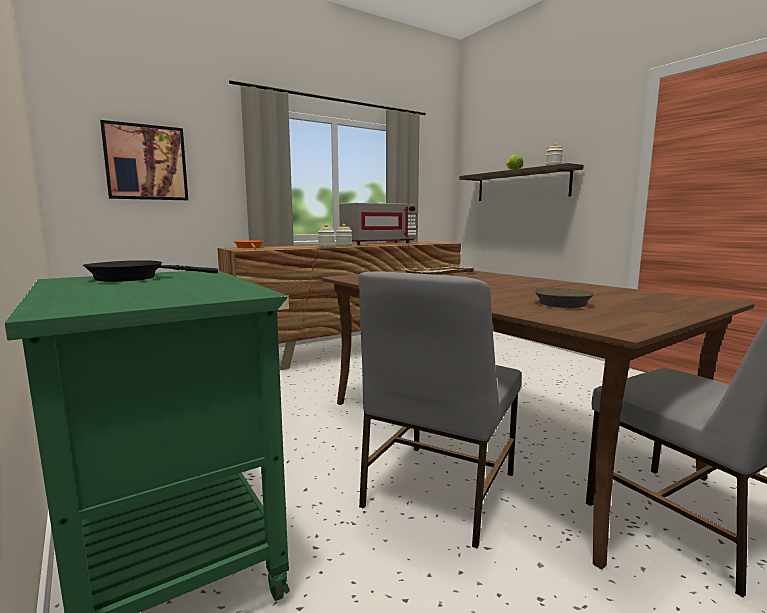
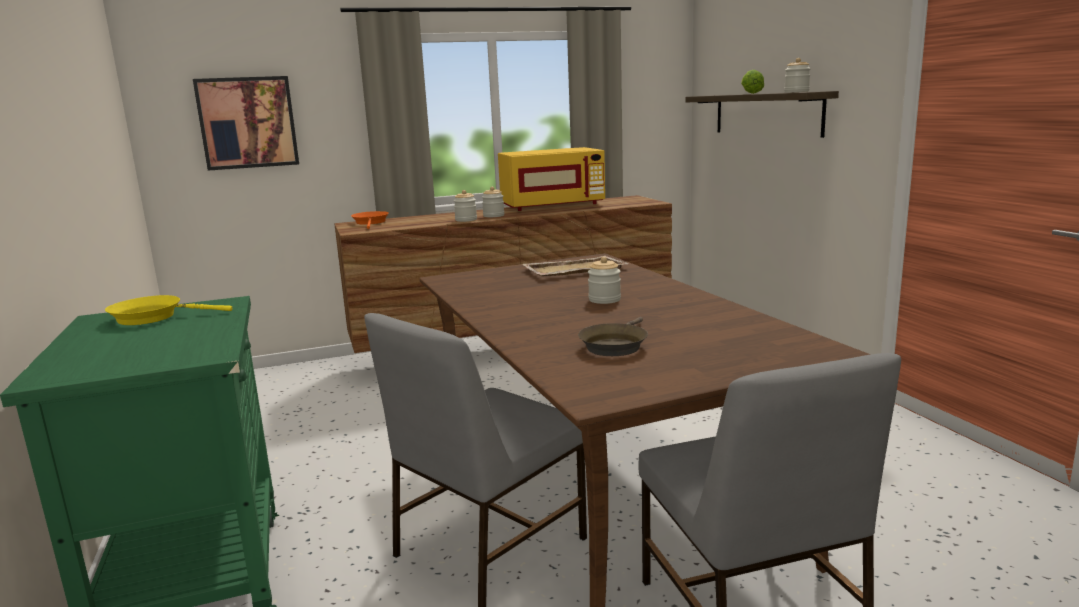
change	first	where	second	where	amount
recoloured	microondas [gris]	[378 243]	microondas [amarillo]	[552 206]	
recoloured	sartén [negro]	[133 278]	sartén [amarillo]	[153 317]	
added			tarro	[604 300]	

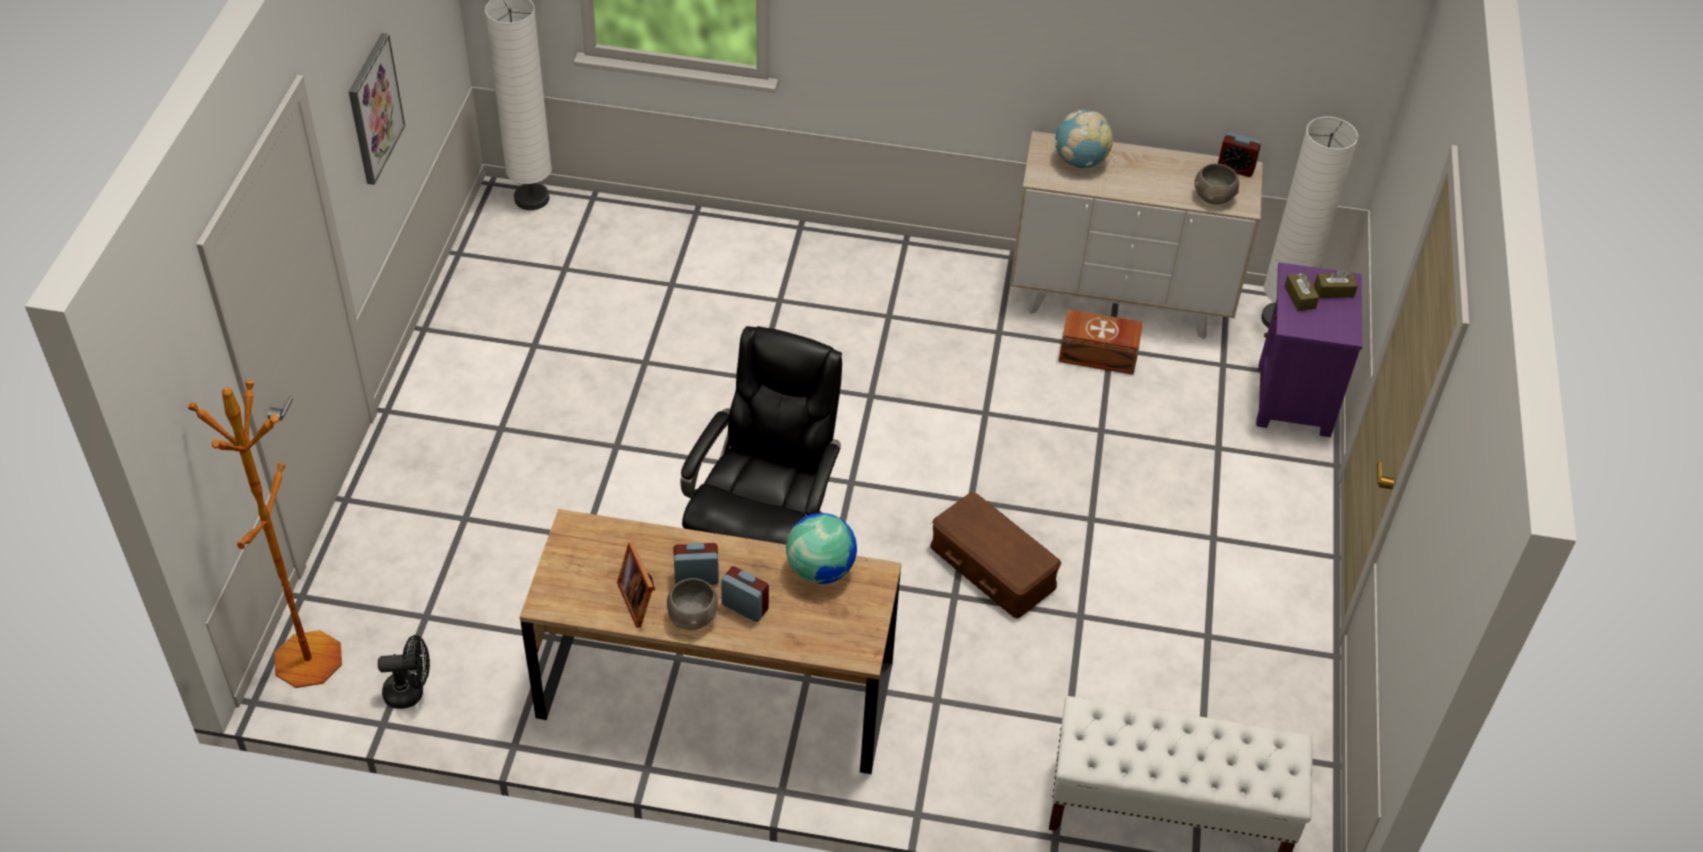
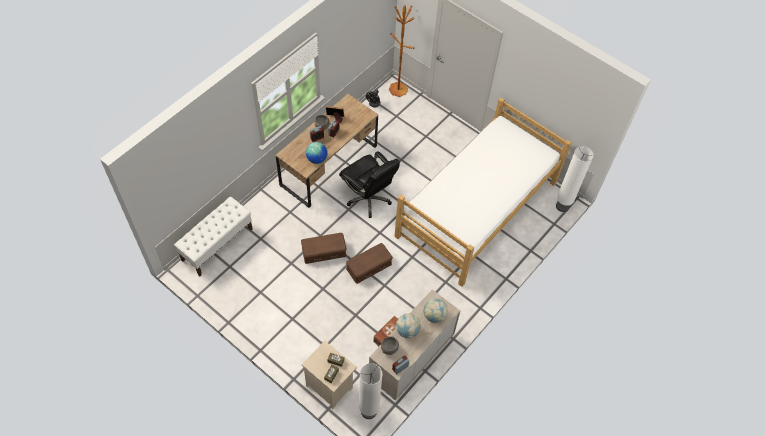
change	first	where	second	where	amount
removed	cuadro	[374 108]			
recoloured	mesita de noche [morado]	[1291 400]	mesita de noche [beis]	[329 386]	
added			cama	[477 209]	
added			caja de almacenaje [marrón]	[368 266]	
added			globo terráqueo	[407 331]	

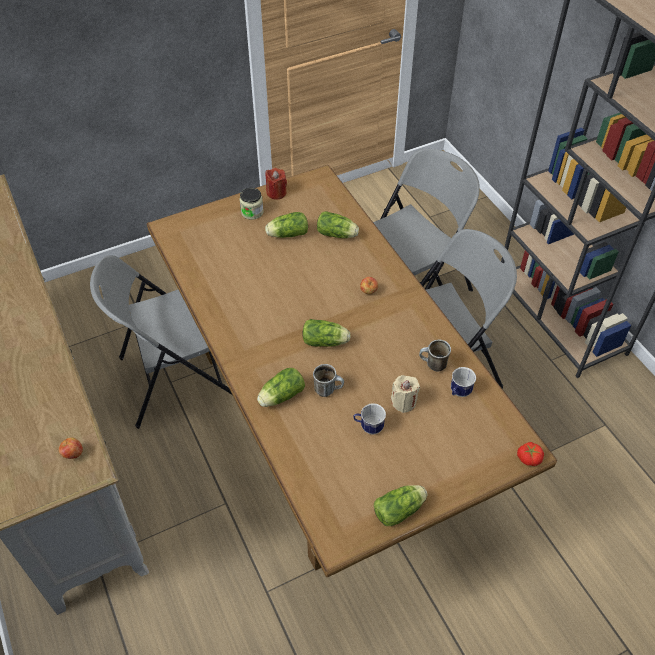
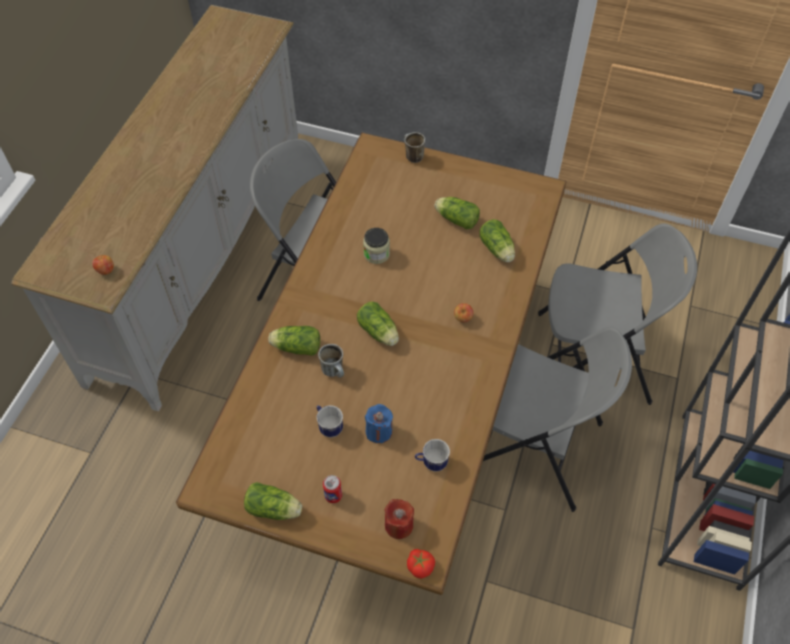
change	first	where	second	where	amount
moved	vela [rojo]	[276 193]		[399 525]	
moved	tarro	[252 212]		[376 254]	
moved	taza grande	[432 365]		[412 156]	
recoloured	vela [beis]	[404 402]	vela [azul]	[379 431]	
added			lata	[333 495]	

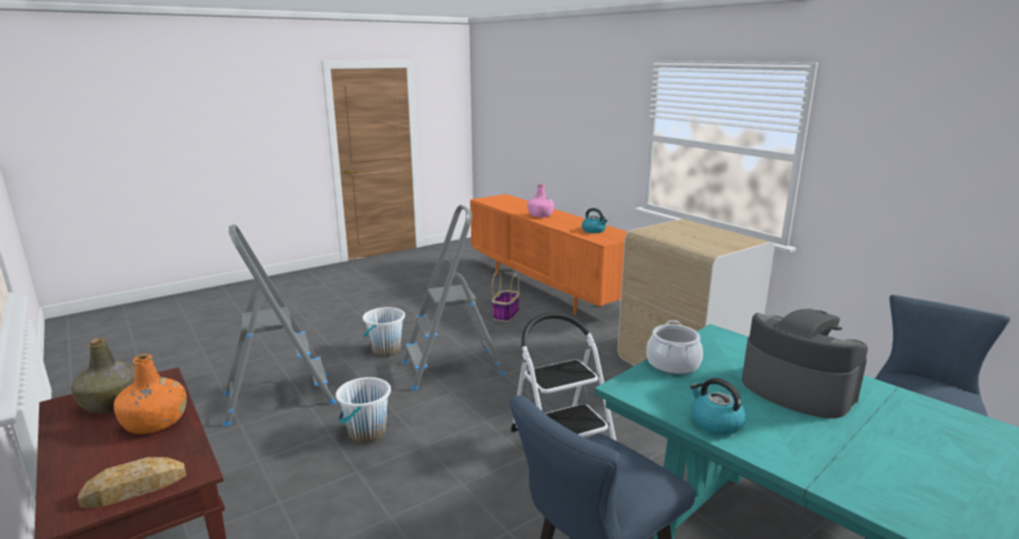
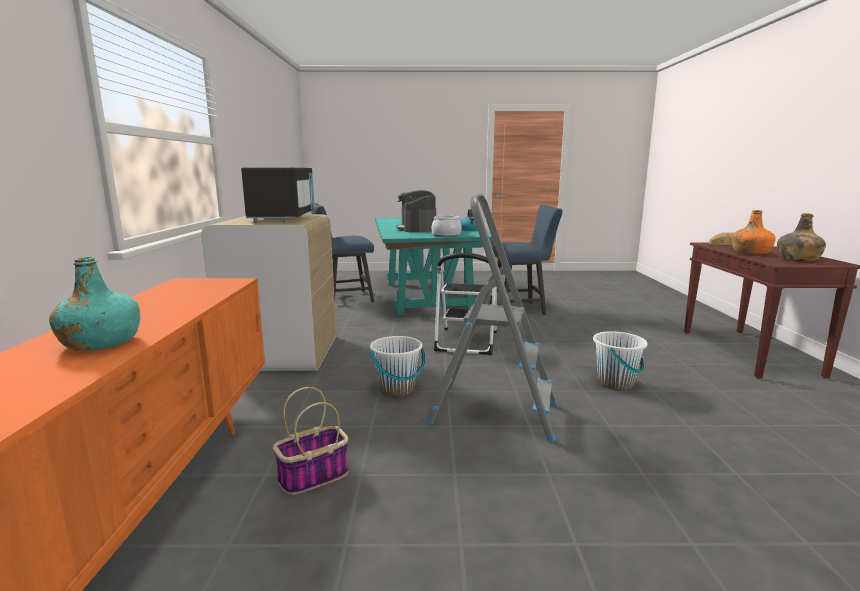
change	first	where	second	where	amount
recoloured	botella [rosa]	[540 215]	botella [turquesa]	[101 342]	
removed	hervidor	[594 230]			
removed	escalera de tijera [gris]	[281 398]			
moved	cubo [blanco]	[386 350]		[397 389]	
added			microondas [negro]	[283 218]	

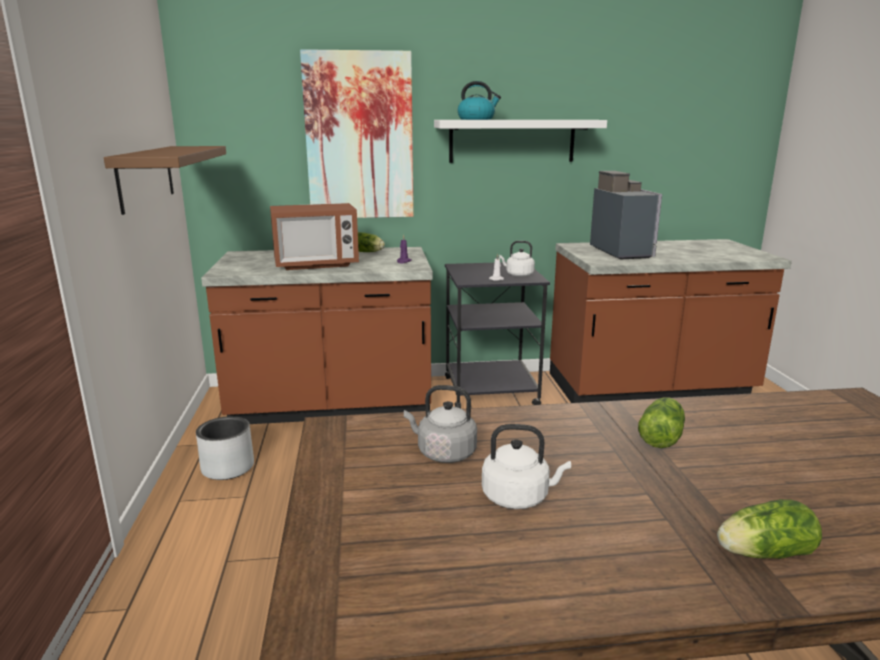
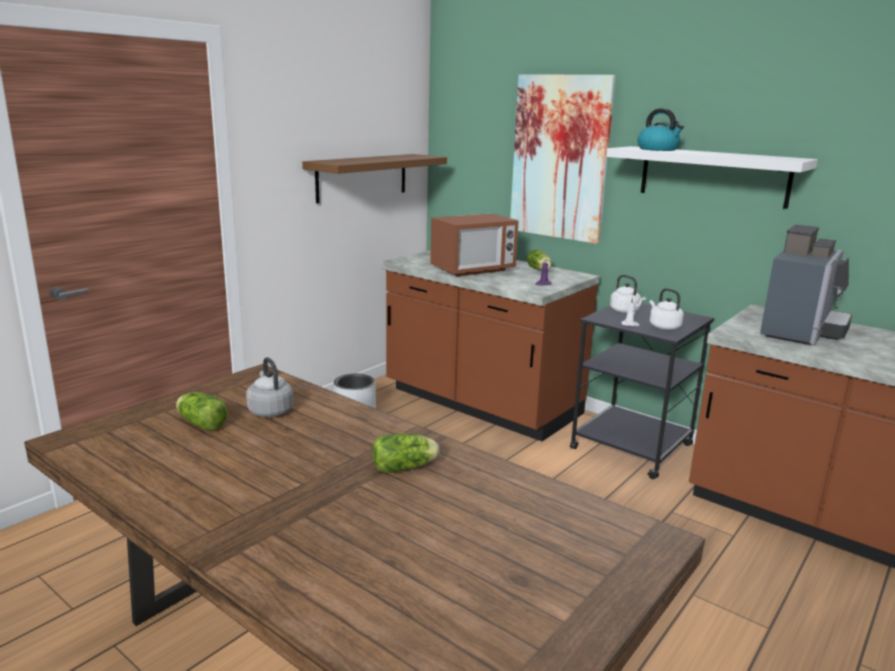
change	first	where	second	where	amount
turned	microondas	[316 264]		[473 270]	60 degrees counterclockwise
moved	hervidor [blanco]	[519 497]		[626 311]	
moved	lechuga	[761 553]		[201 423]	

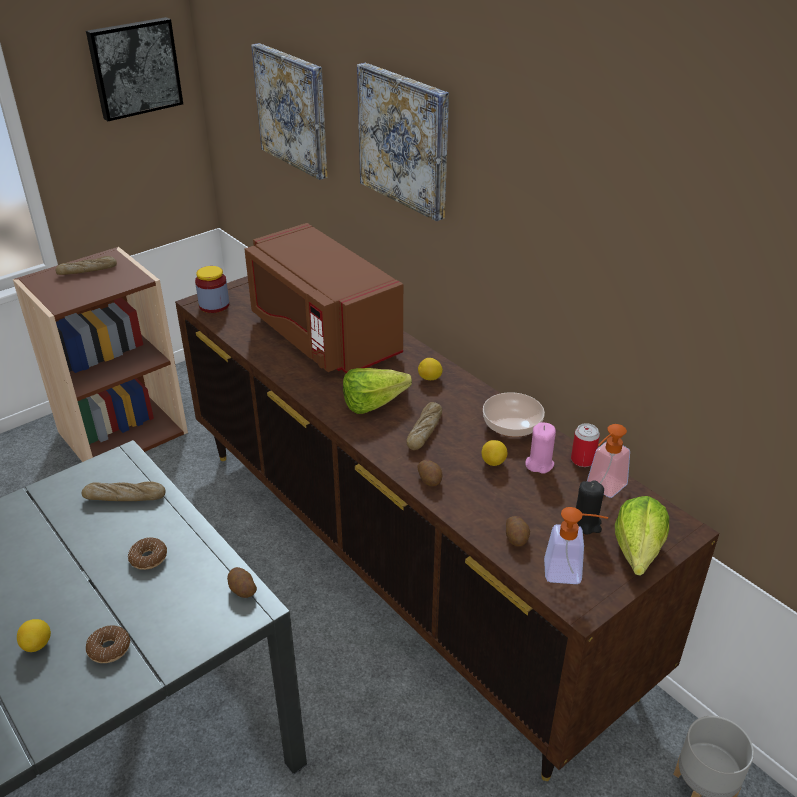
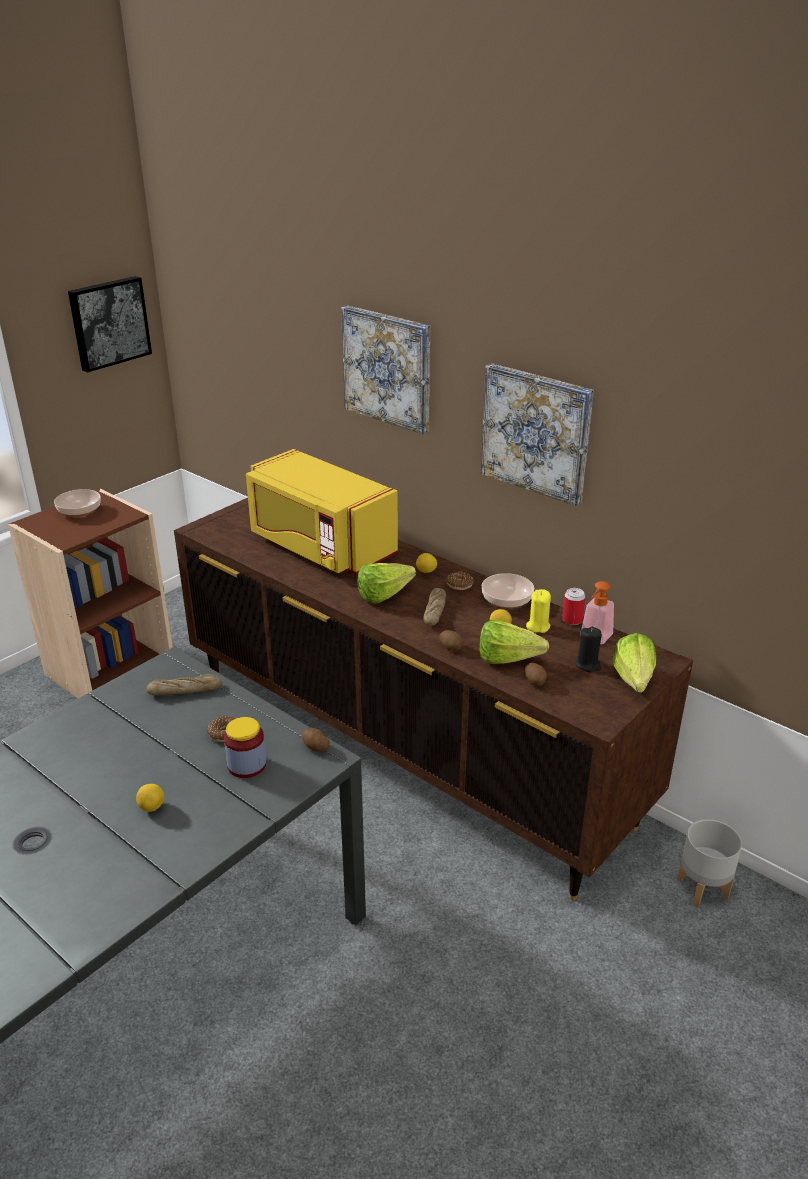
change	first	where	second	where	amount
moved	cuadro	[293 110]		[536 432]	
recoloured	microondas [marrón]	[322 335]	microondas [amarillo]	[320 546]	
replaced	pan	[87 271]	cuenco	[79 511]	
moved	tarro	[214 305]		[247 765]	
recoloured	vela [rosa]	[539 464]	vela [amarillo]	[537 626]	
removed	dispensador de jabón	[570 572]			
moved	rosquilla	[109 649]		[459 585]	
added			lechuga	[513 660]	

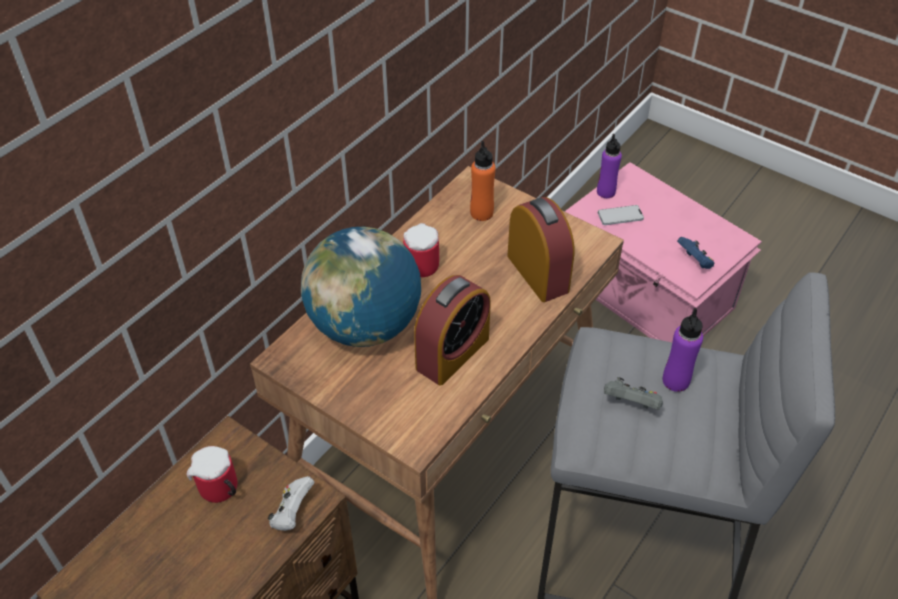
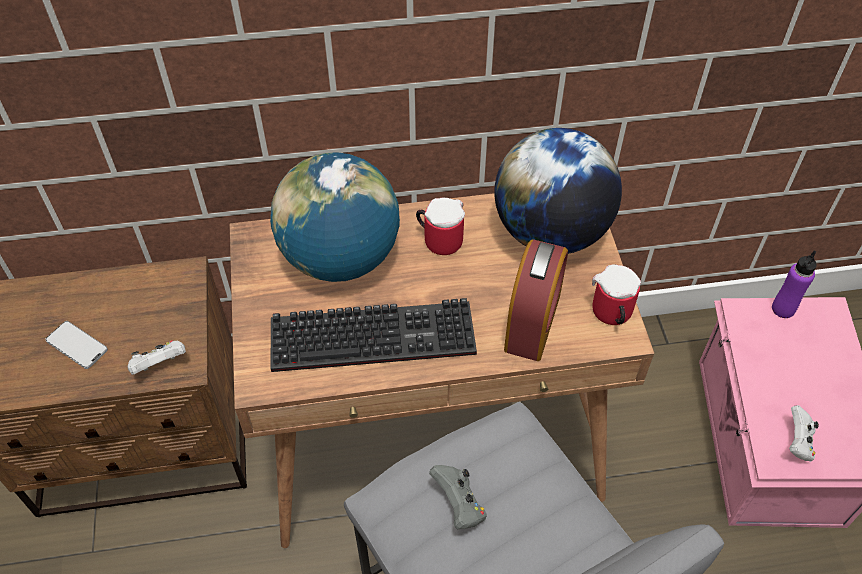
change	first	where	second	where	amount
replaced	botella [naranja]	[481 213]	globo terráqueo	[551 232]	
moved	móvil	[620 216]		[77 345]	
recoloured	mando de consola [azul]	[695 262]	mando de consola [blanco]	[798 442]	
replaced	despertador	[452 353]	teclado	[376 334]	
removed	botella [morado]	[675 381]			
moved	taza grande	[220 491]		[611 315]	

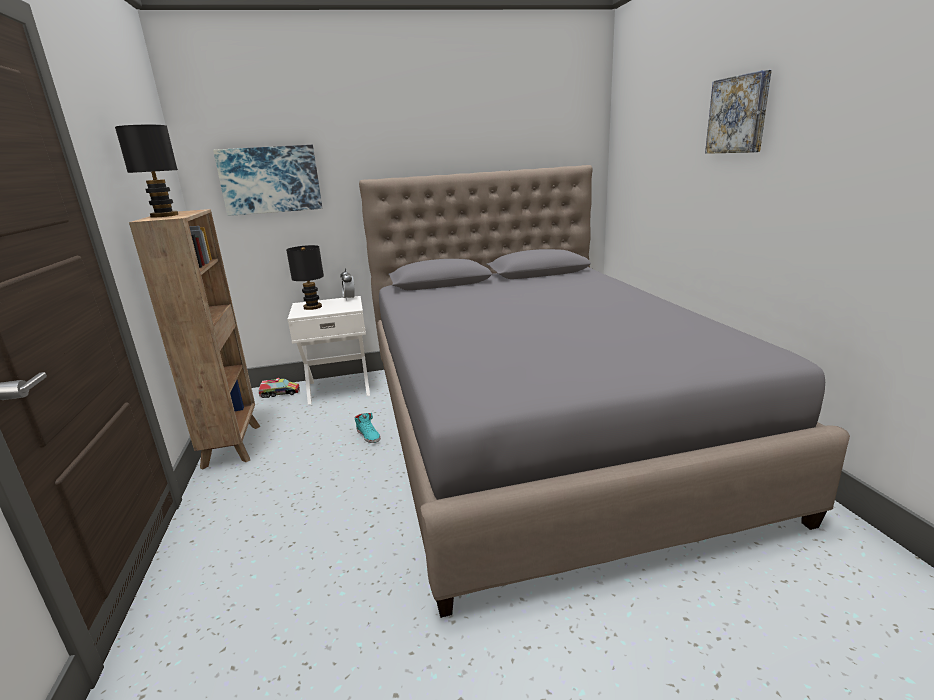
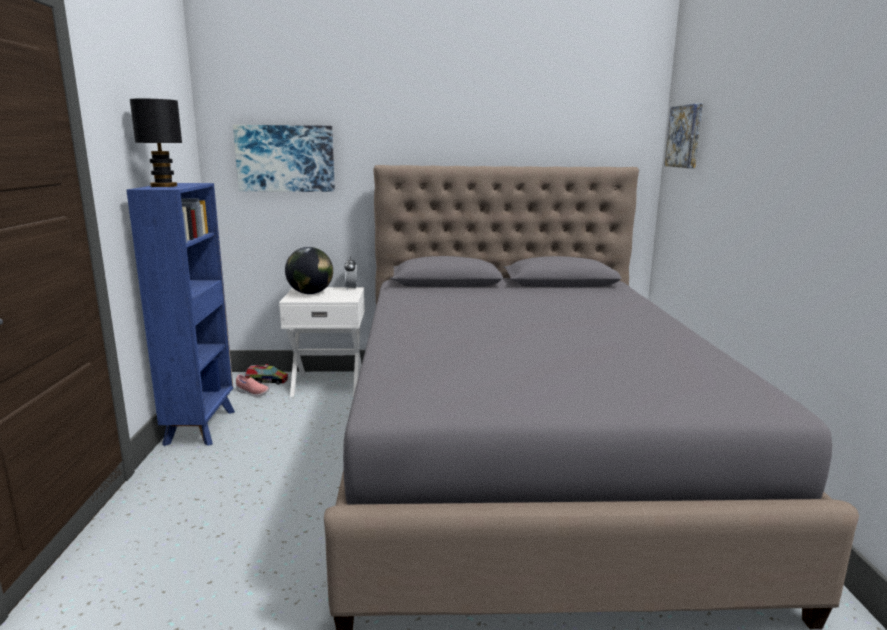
change	first	where	second	where	amount
moved	cuadro	[739 115]		[685 136]	
recoloured	estantería [marrón]	[233 445]	estantería [azul]	[201 426]	
replaced	lámpara de mesa [negro]	[313 307]	globo terráqueo	[310 293]	
removed	zapato [turquesa]	[368 435]			
added			zapato [rosa]	[252 393]	

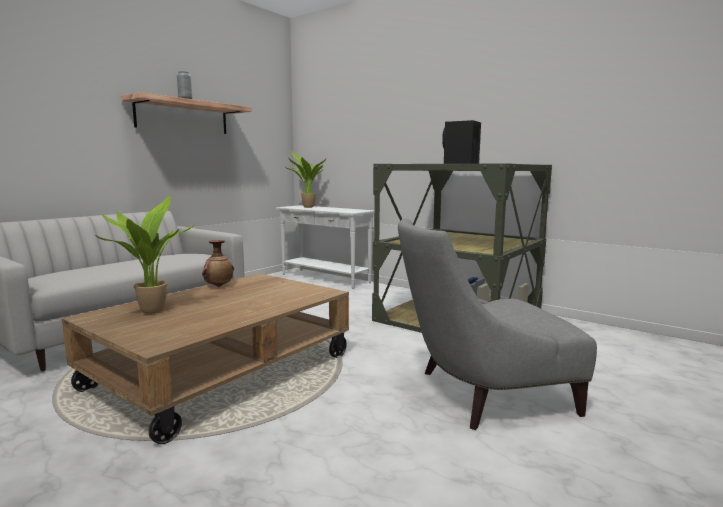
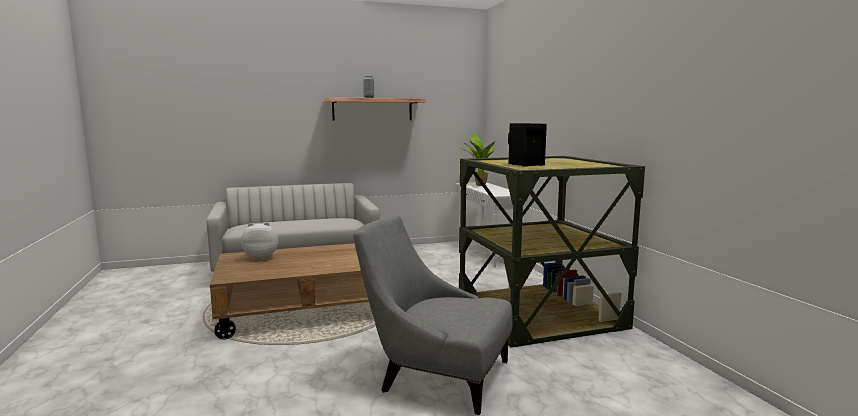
change	first	where	second	where	amount
replaced	planta en maceta	[150 311]	peluche	[261 257]	
removed	florero	[218 286]			

